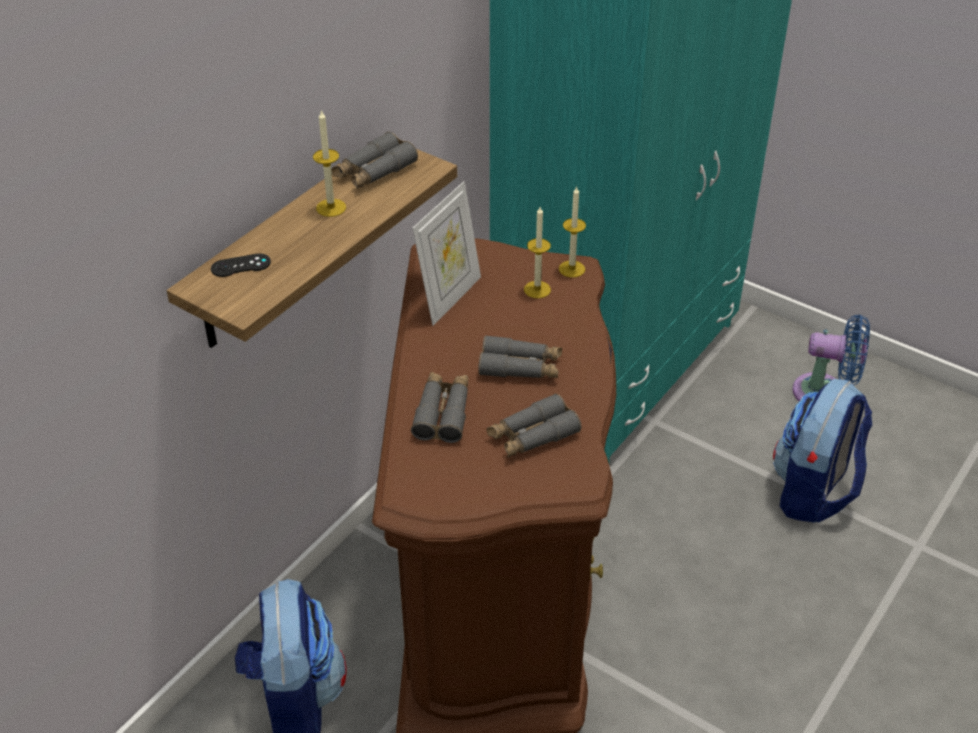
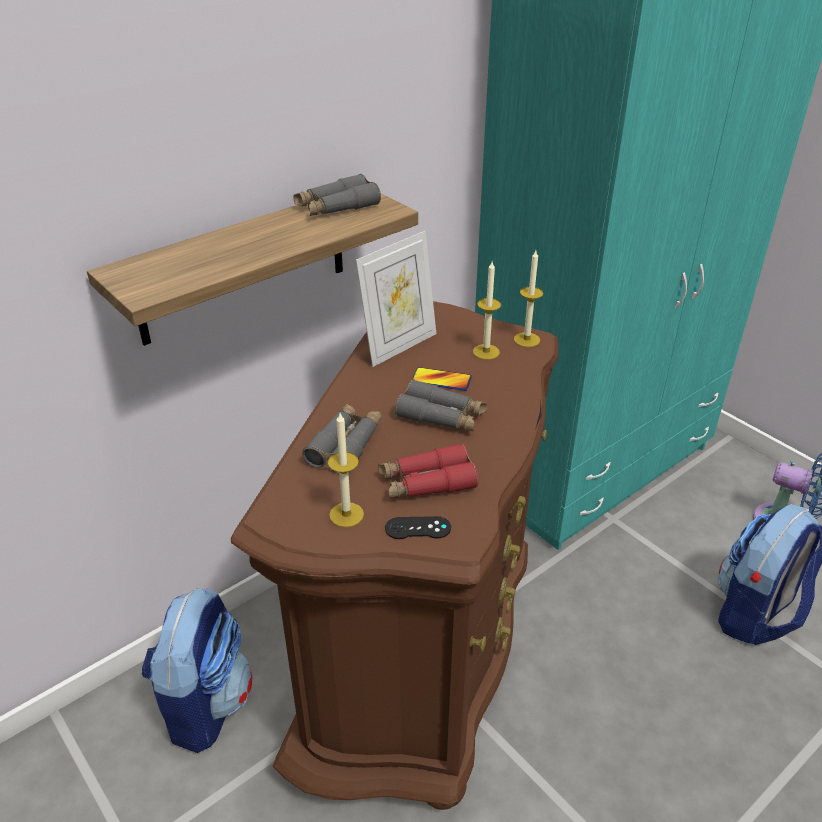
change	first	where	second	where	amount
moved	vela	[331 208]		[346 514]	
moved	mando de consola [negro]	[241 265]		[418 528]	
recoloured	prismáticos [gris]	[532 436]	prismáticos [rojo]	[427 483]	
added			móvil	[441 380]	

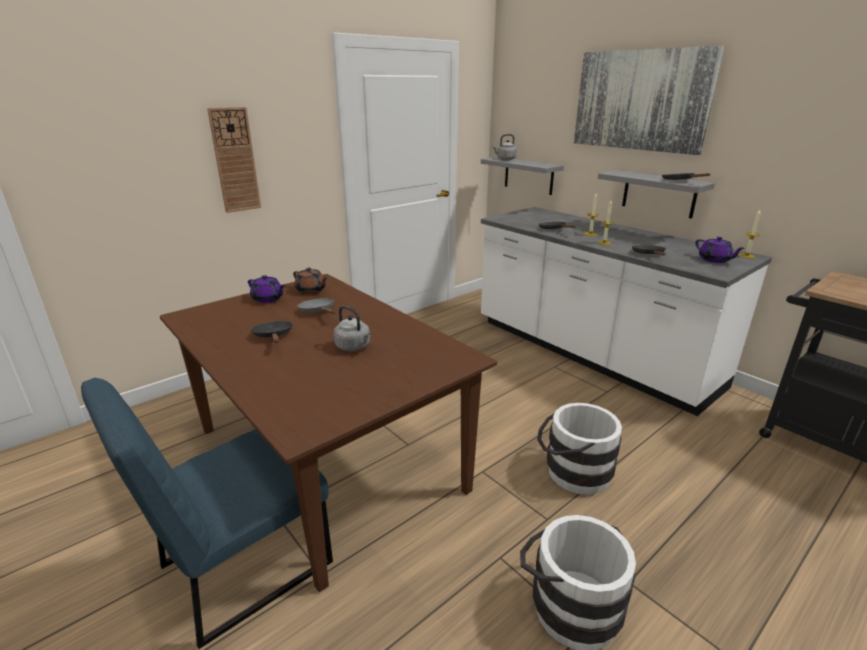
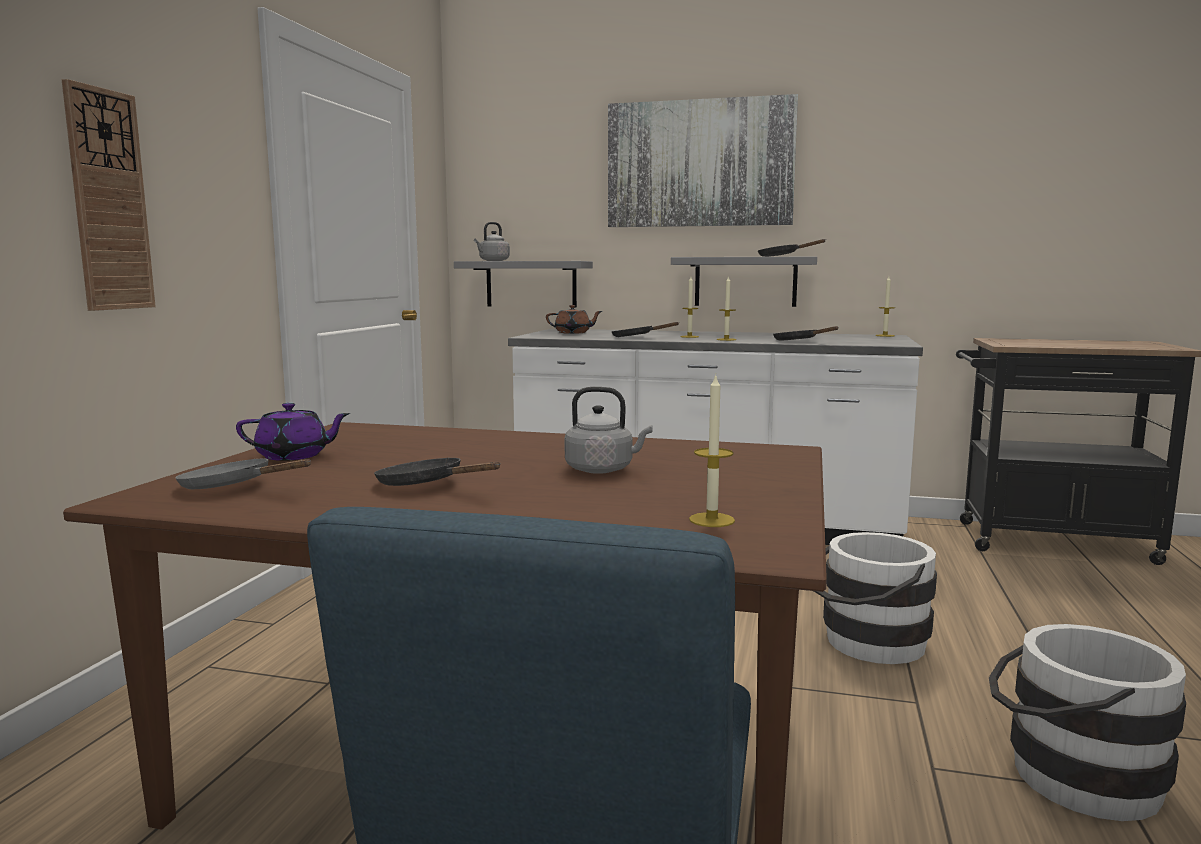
change	first	where	second	where	amount
removed	tetera [morado]	[715 260]			
moved	tetera [marrón]	[311 290]		[573 333]	
moved	sartén [gris]	[318 311]		[233 486]	
added			vela	[711 520]	

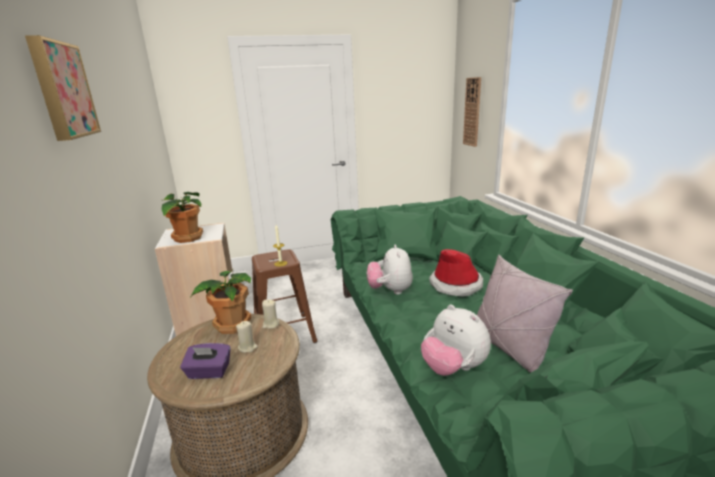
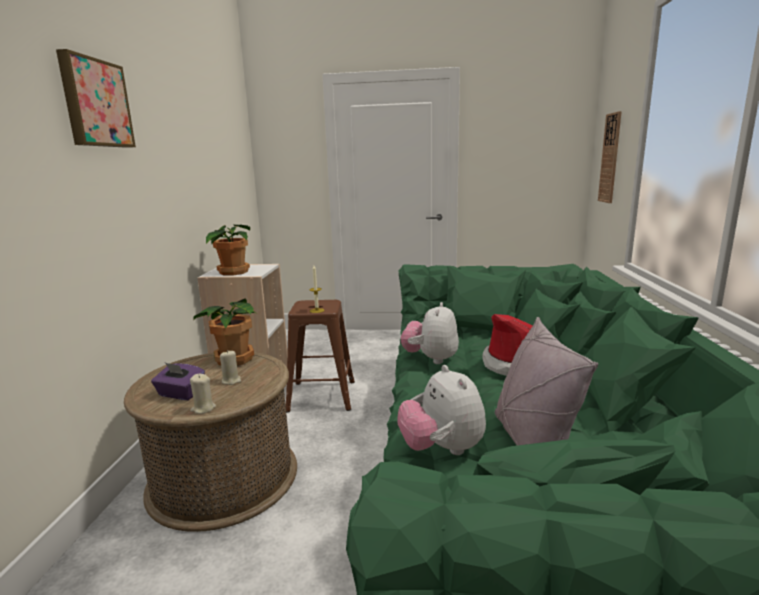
change	first	where	second	where	amount
moved	vela [beis]	[271 324]		[203 408]	

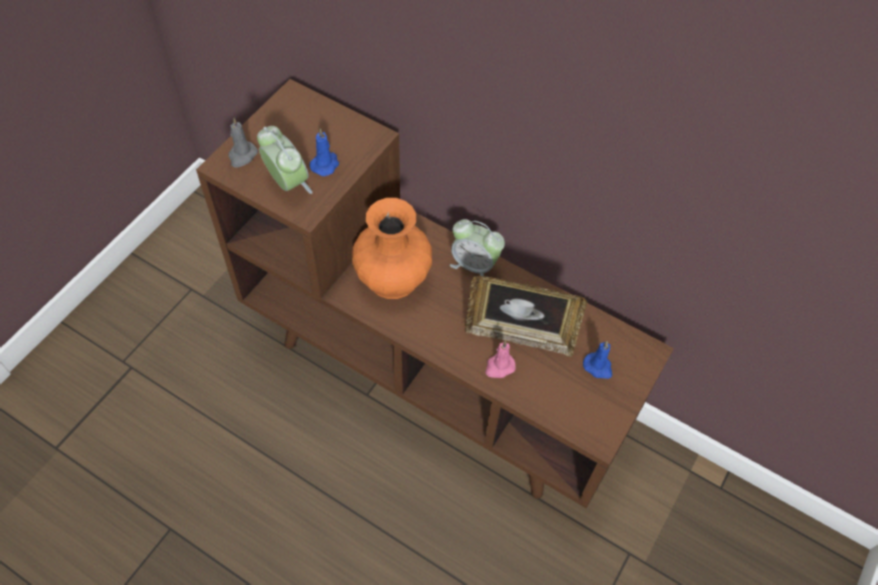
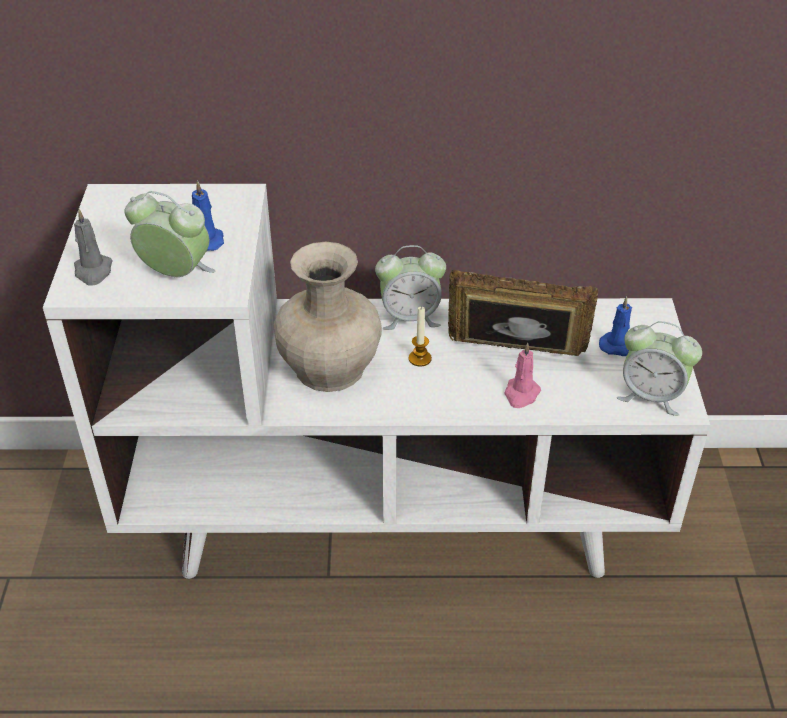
change	first	where	second	where	amount
recoloured	mueble de televisión [marrón]	[437 377]	mueble de televisión [blanco]	[396 515]	
recoloured	florero [naranja]	[391 278]	florero [beis]	[329 369]	
turned	portarretratos	[519 335]		[515 356]	150 degrees counterclockwise
added			vela	[420 358]	
added			despertador	[651 396]	

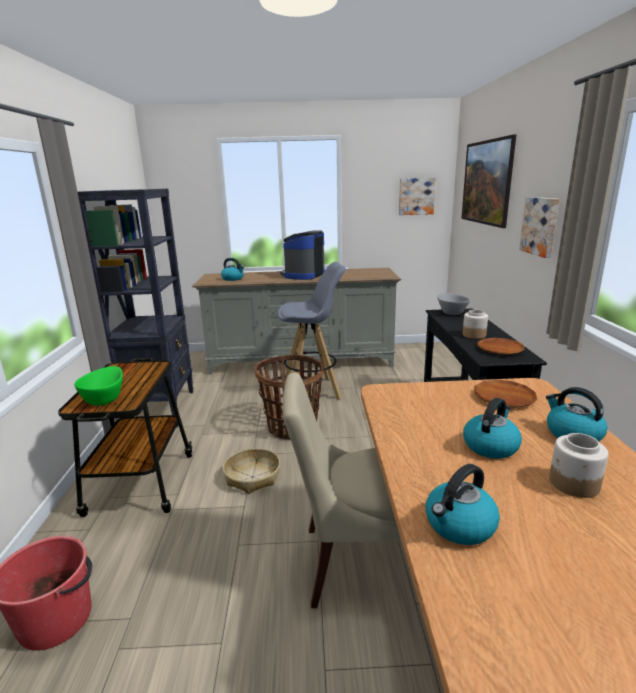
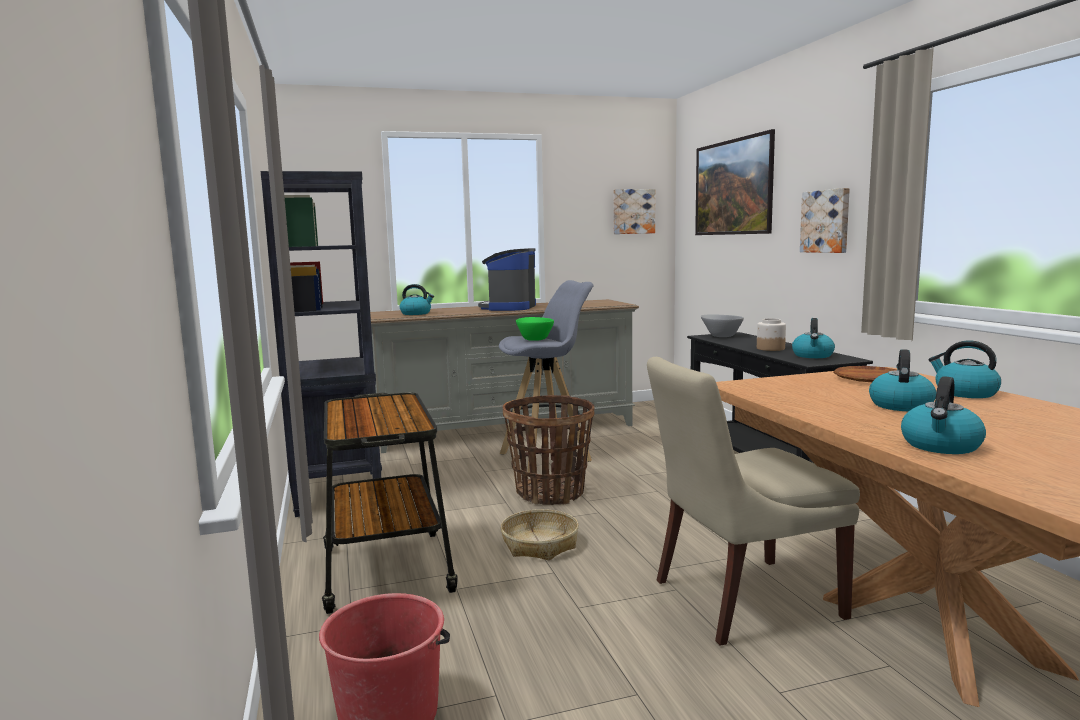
change	first	where	second	where	amount
replaced	plato [marrón]	[500 349]	hervidor	[813 355]	
moved	cuenco [verde]	[105 398]		[534 339]	
removed	tarro	[573 483]			

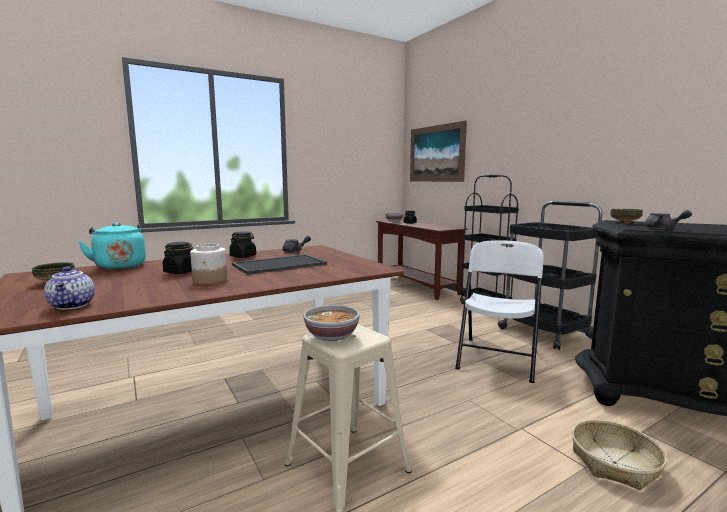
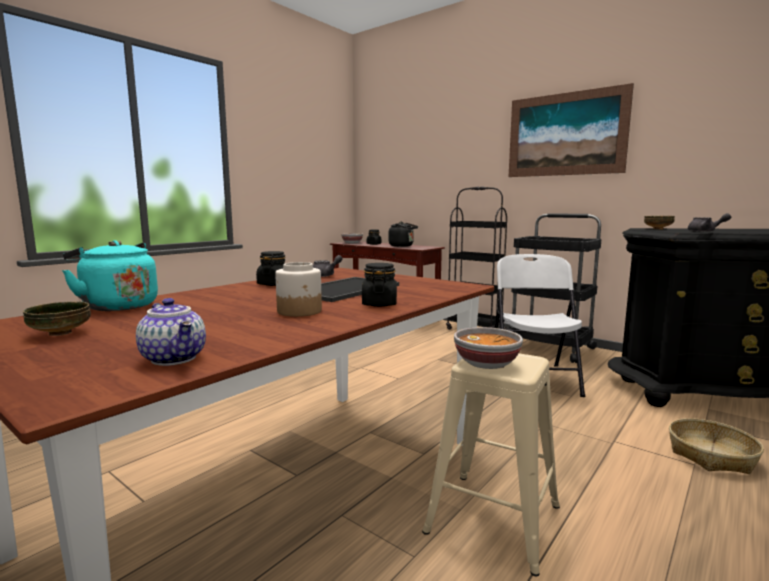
change	first	where	second	where	amount
moved	cuadro	[436 153]		[565 134]	
moved	tarro [negro]	[180 272]		[379 304]	
added			hervidor [negro]	[402 246]	

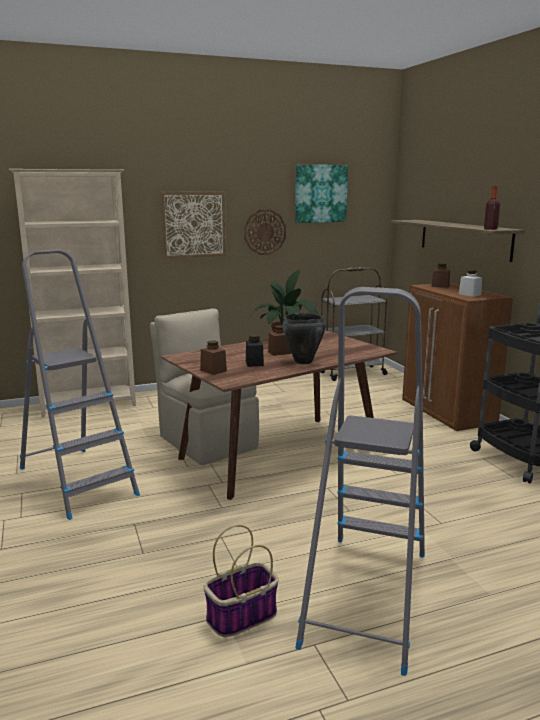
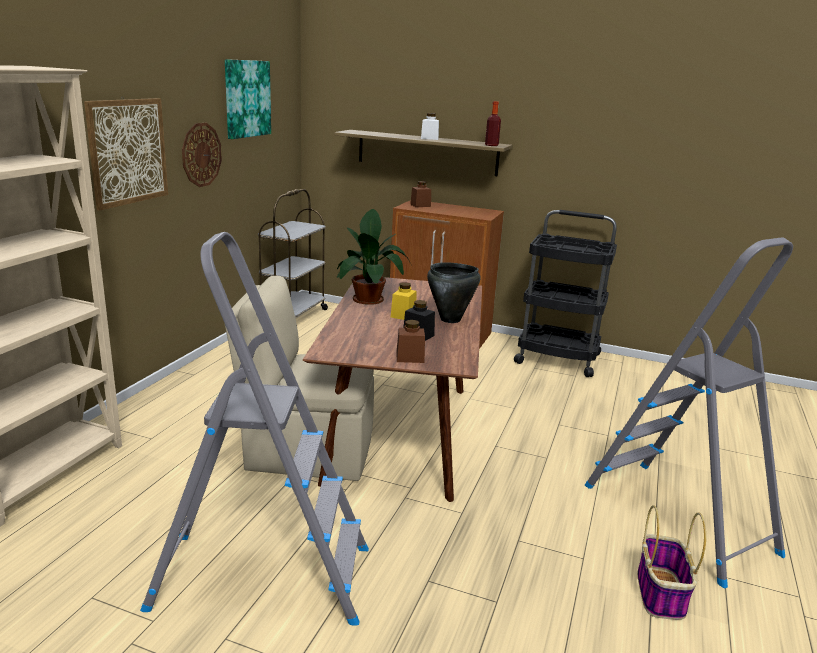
change	first	where	second	where	amount
moved	tarro [blanco]	[469 294]		[429 138]	
recoloured	tarro [marrón]	[279 352]	tarro [amarillo]	[403 315]	

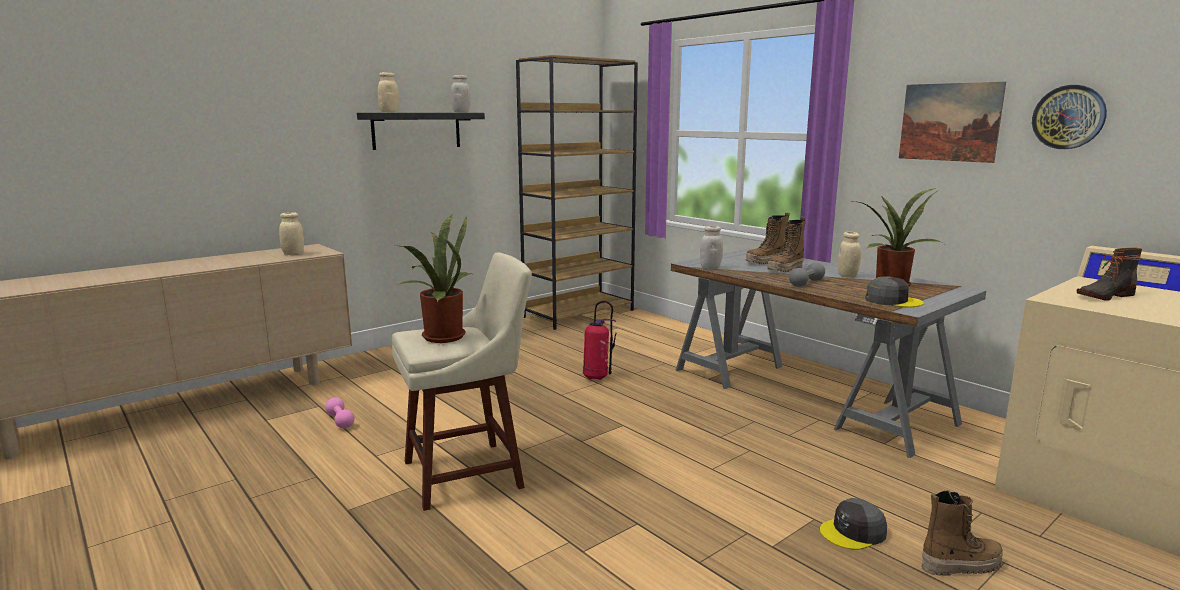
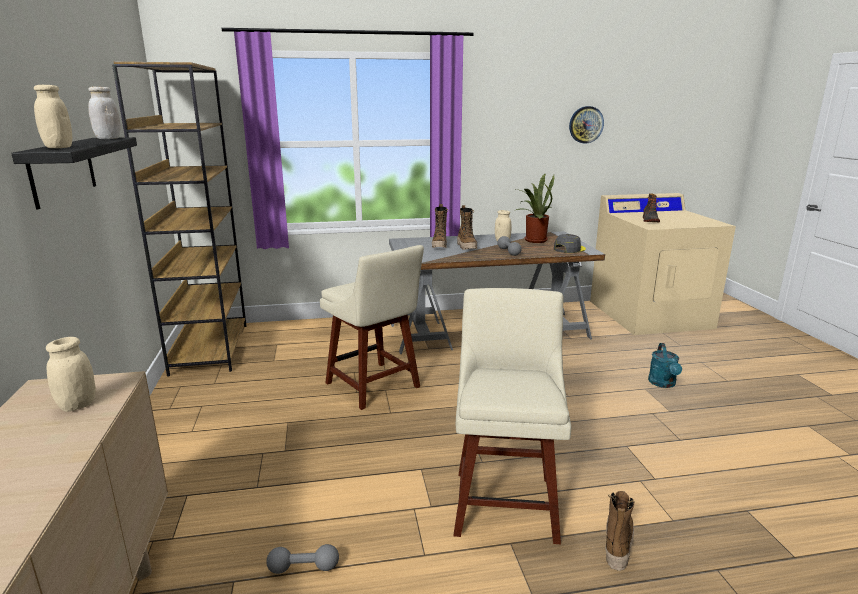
change	first	where	second	where	amount
removed	cuadro	[949 122]			
removed	planta en maceta	[439 336]			
removed	tarro [blanco]	[710 267]			
replaced	extintor	[597 377]	taburete [beis]	[374 386]	
recoloured	mancuerna [rosa]	[340 421]	mancuerna [gris]	[303 568]	
moved	bota	[960 565]		[617 544]	
replaced	gorra [gris]	[853 532]	regadera [turquesa]	[663 384]	

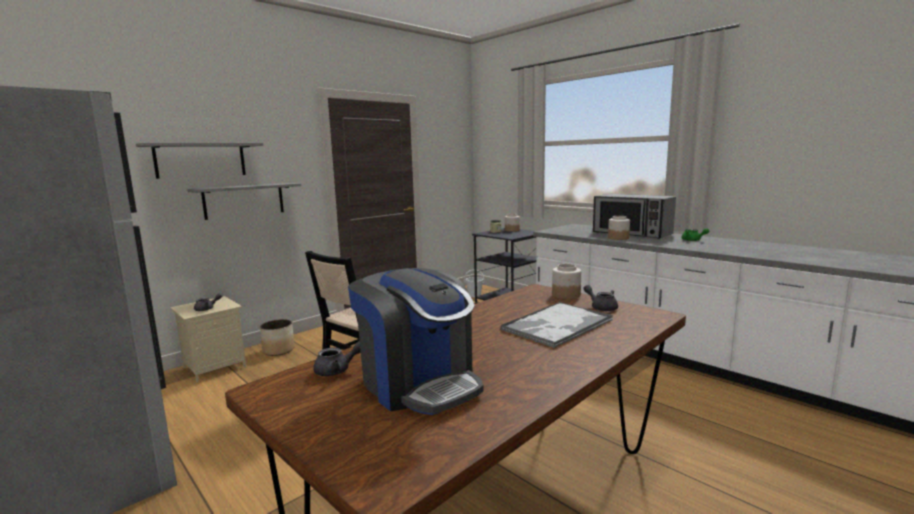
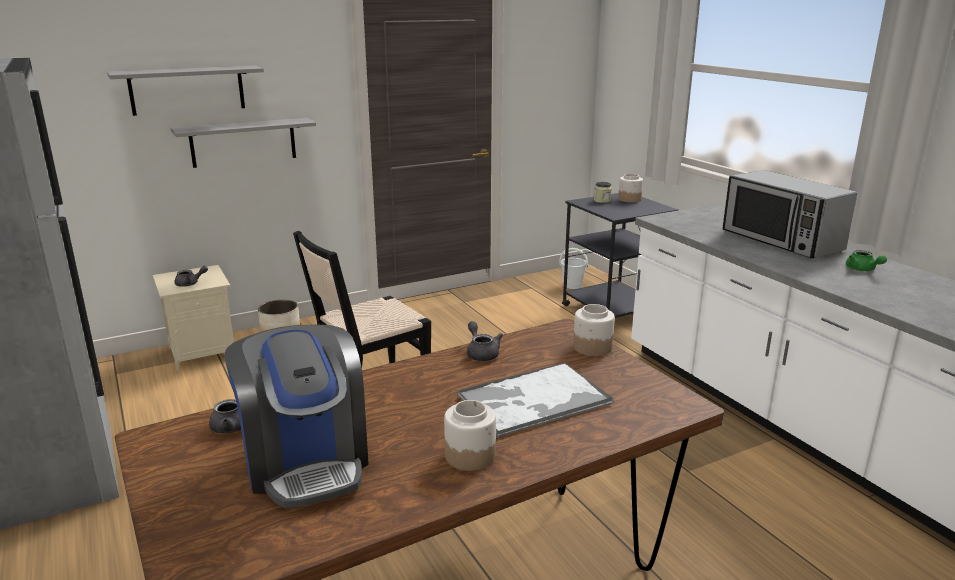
change	first	where	second	where	amount
moved	tarro	[618 238]		[470 455]	
moved	tetera [gris]	[601 307]		[481 353]	

